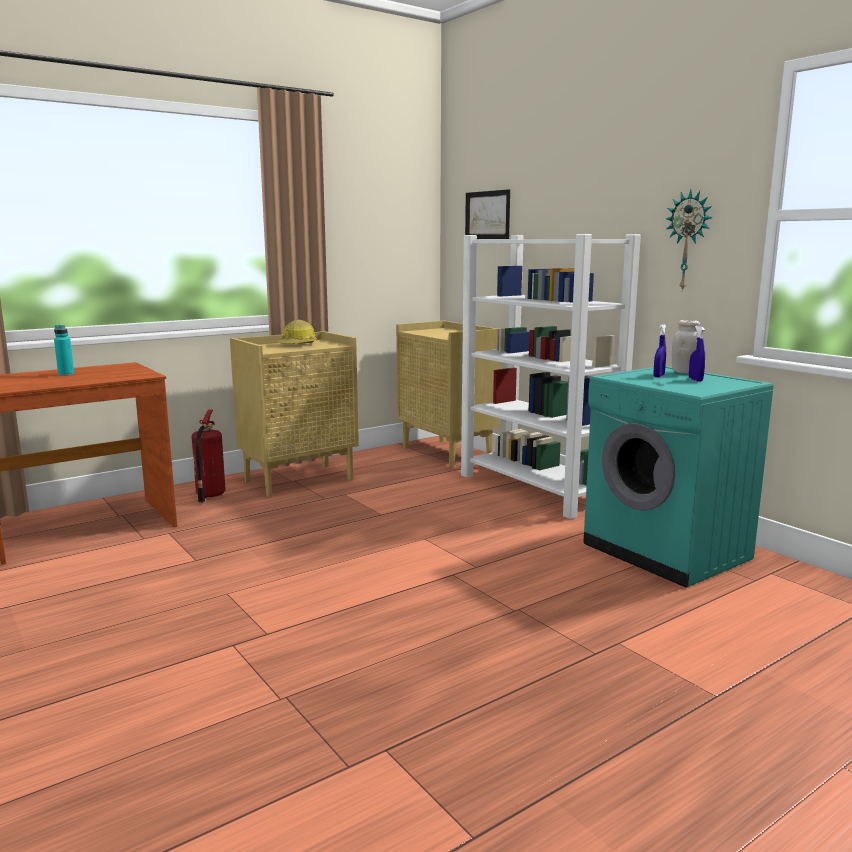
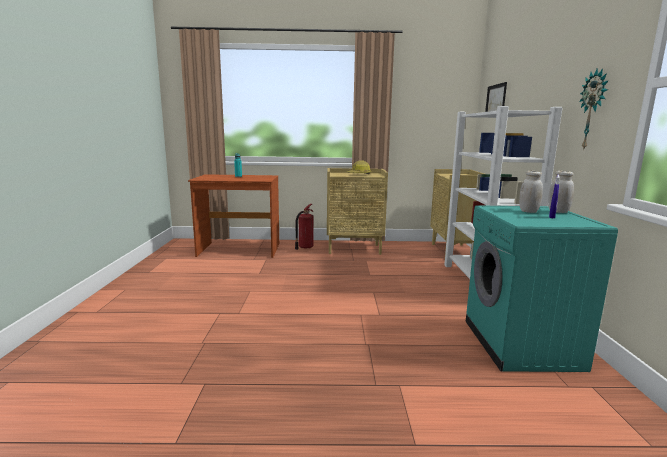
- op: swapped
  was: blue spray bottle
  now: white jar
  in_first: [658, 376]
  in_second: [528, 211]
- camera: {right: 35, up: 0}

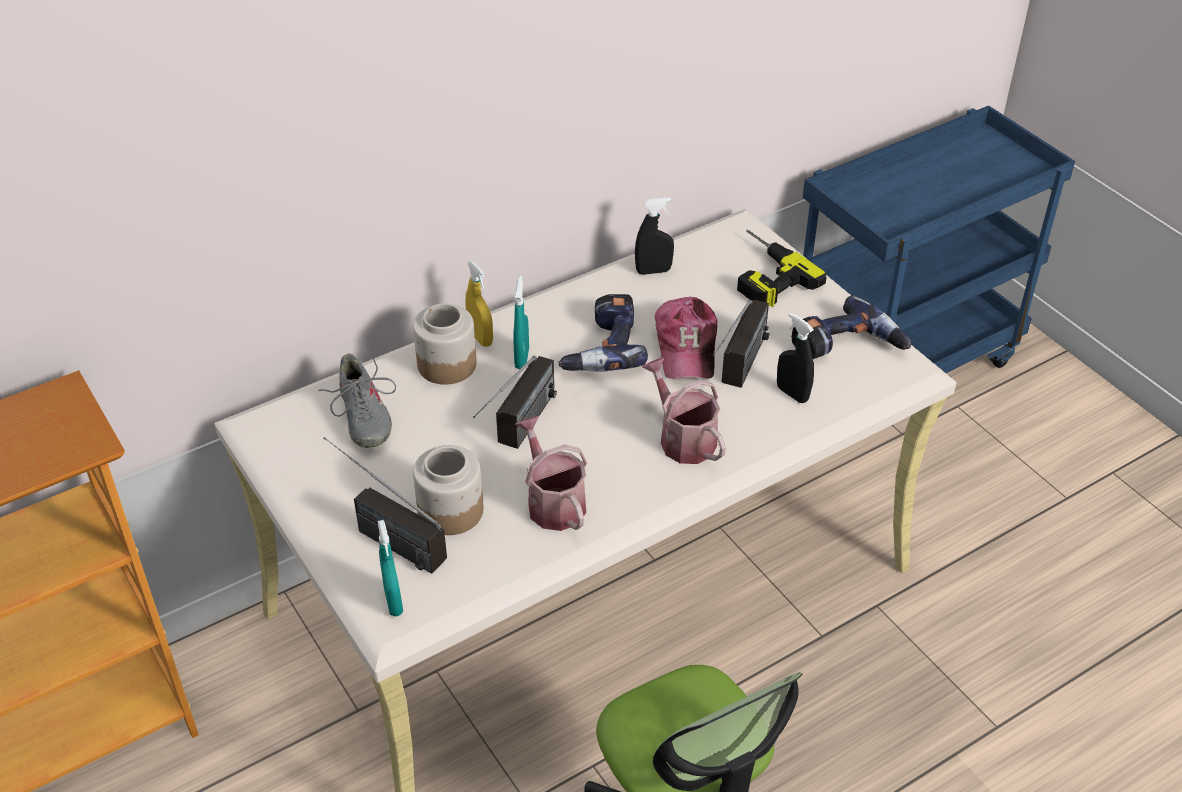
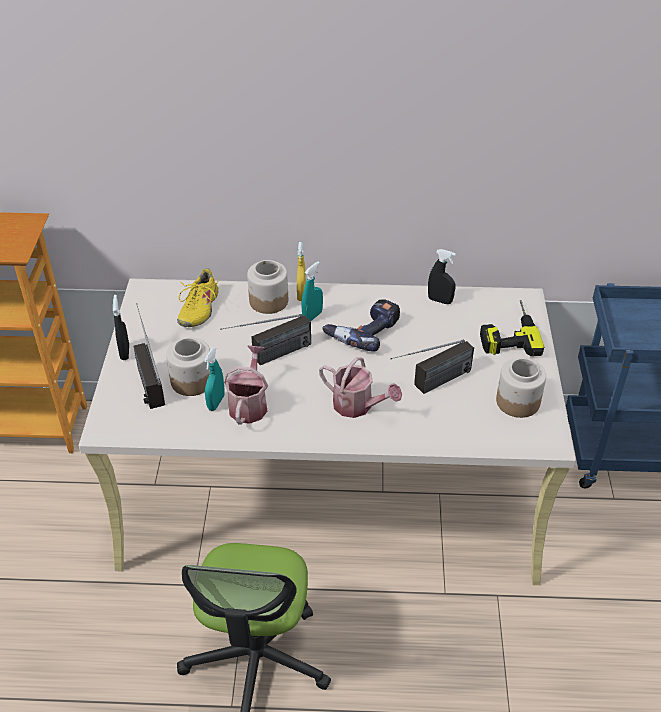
- op: gone
  was: cap
  in_first: [686, 347]
- op: shifted
  was: turquoise spray bottle
  in_first: [393, 601]
  in_second: [216, 402]
- op: shifted
  was: black spray bottle
  in_first: [792, 394]
  in_second: [125, 352]
- op: swapped
  was: power drill
  now: jar
  in_first: [847, 347]
  in_second: [517, 402]
- op: repainted
  was: grey shoe
  now: yellow shoe
  in_first: [363, 417]
  in_second: [198, 309]
- op: rotated
  was: watering can
  in_first: [683, 438]
  in_second: [358, 406]
  clockwise: 120
- camera: {right: 35, up: 0}

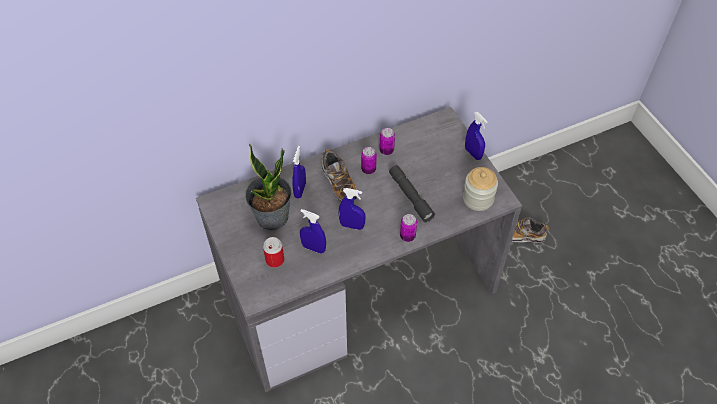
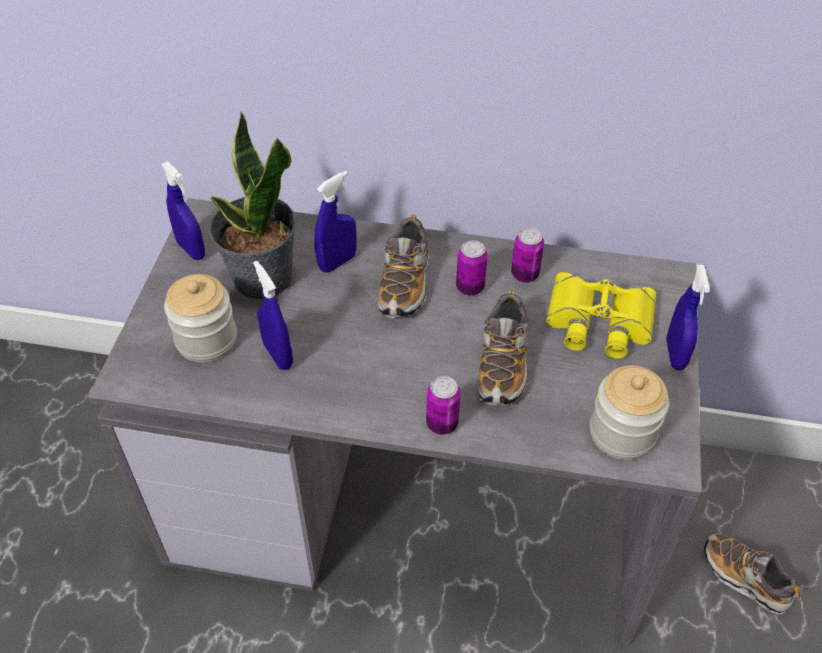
- op: new
  now: yellow binoculars
  in_second: [598, 323]
- op: shifted
  was: blue spray bottle
  in_first: [352, 225]
  in_second: [191, 249]
- op: swapped
  was: can
  now: jar
  in_first: [275, 260]
  in_second: [206, 340]
- op: swapped
  was: grey flashlight
  now: shoe
  in_first: [410, 196]
  in_second: [503, 364]
- camera: {right: 35, up: -5}

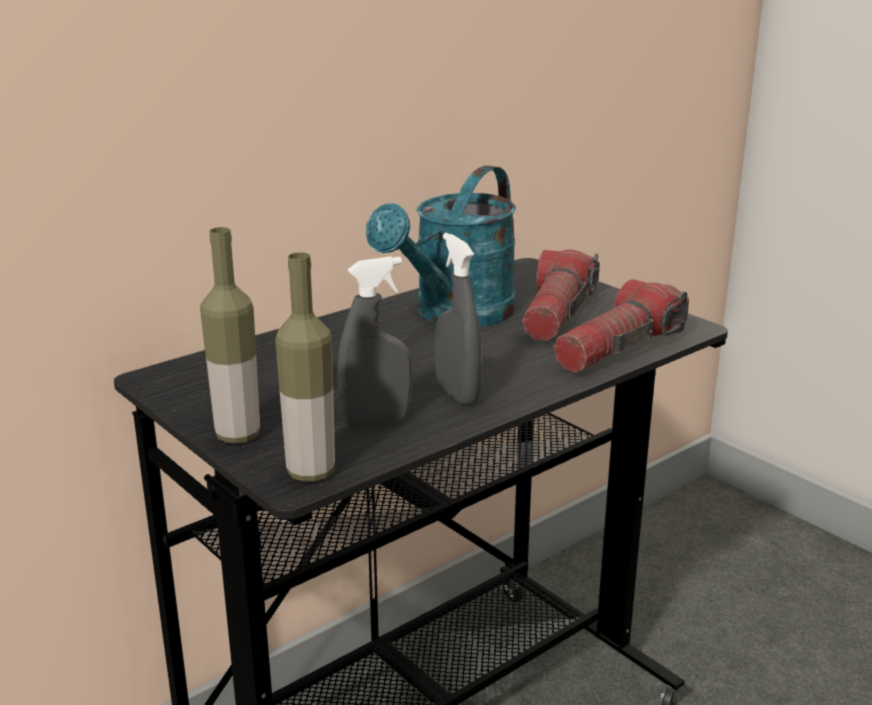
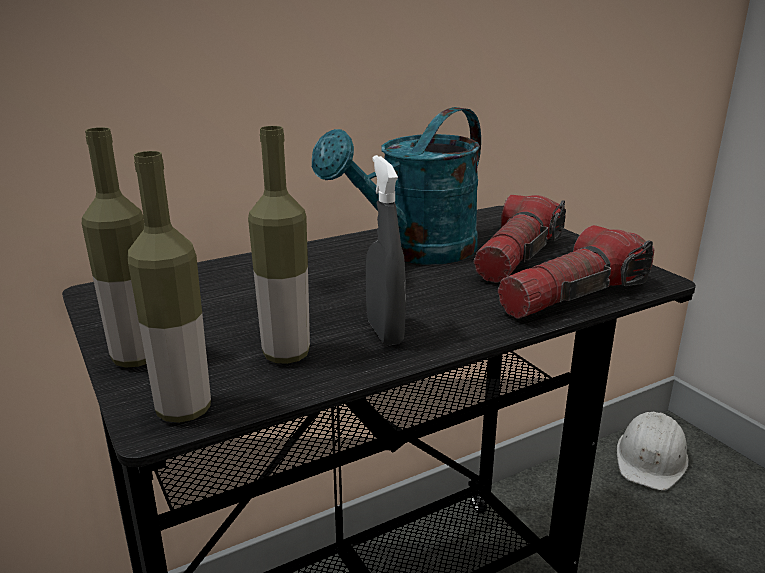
- op: new
  now: white hard hat
  in_second: [651, 459]
- op: swapped
  was: grey spray bottle
  now: bottle
  in_first: [376, 421]
  in_second: [286, 354]
- camera: {right: 10, up: 0}

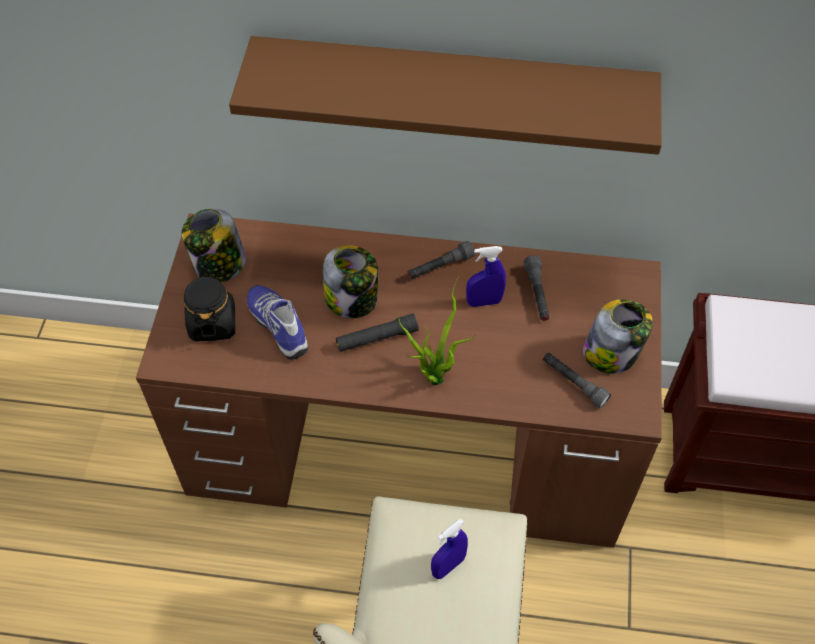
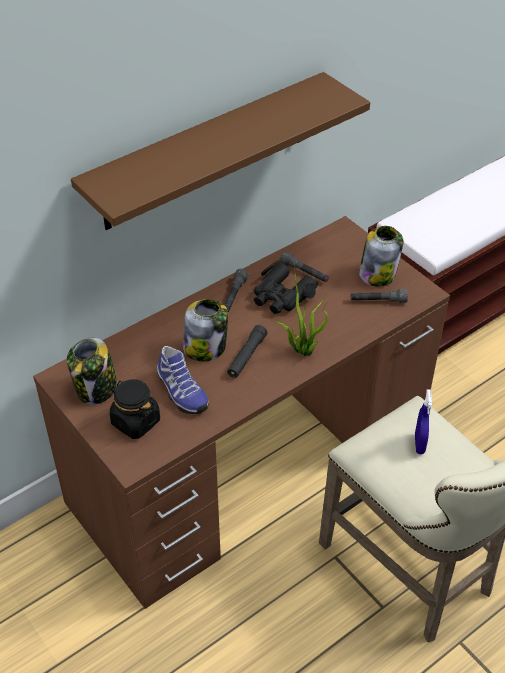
- op: swapped
  was: blue spray bottle
  now: black binoculars
  in_first: [484, 302]
  in_second: [281, 296]
- op: rotated
  was: shoe
  in_first: [280, 326]
  in_second: [180, 392]
  clockwise: -135
- camera: {right: -45, up: -10}

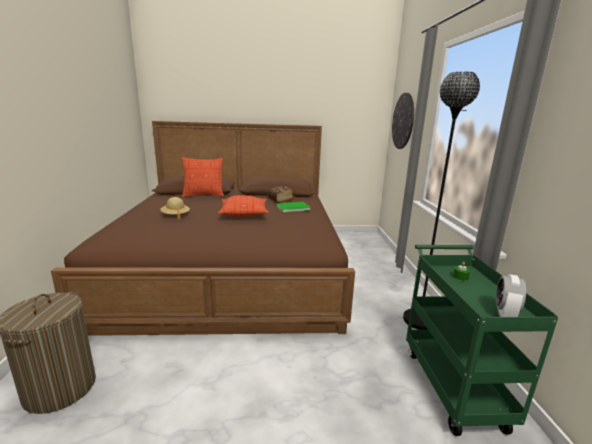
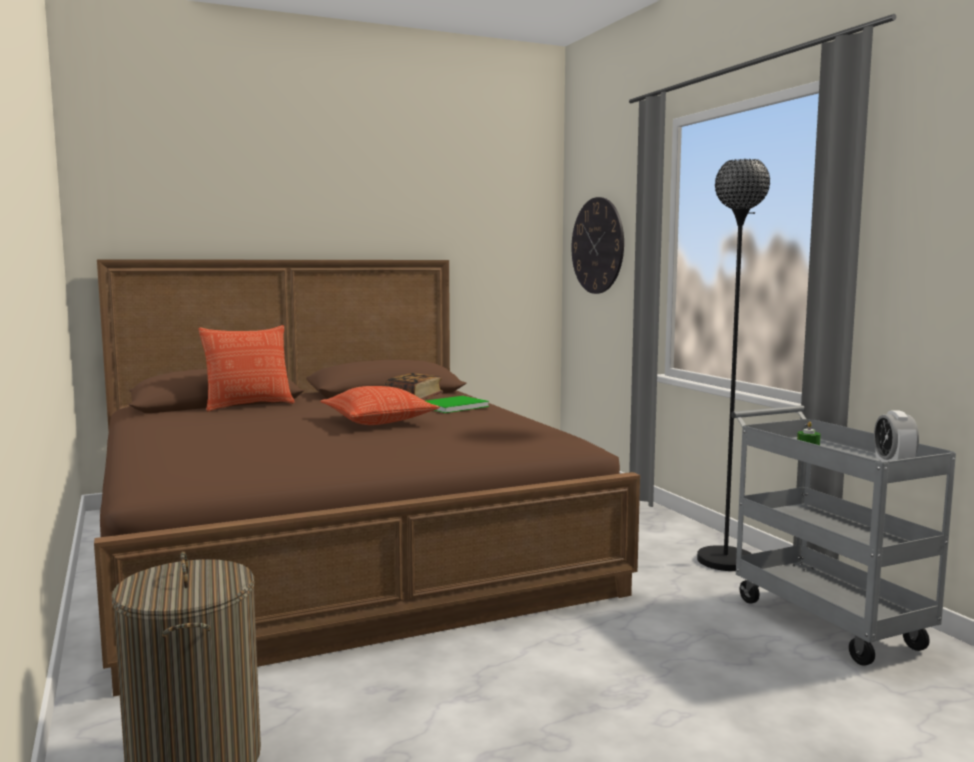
- op: gone
  was: beige hat
  in_first: [175, 216]
- op: repainted
  was: green cart
  now: grey cart
  in_first: [450, 387]
  in_second: [823, 623]
- camera: {right: -20, up: -10}

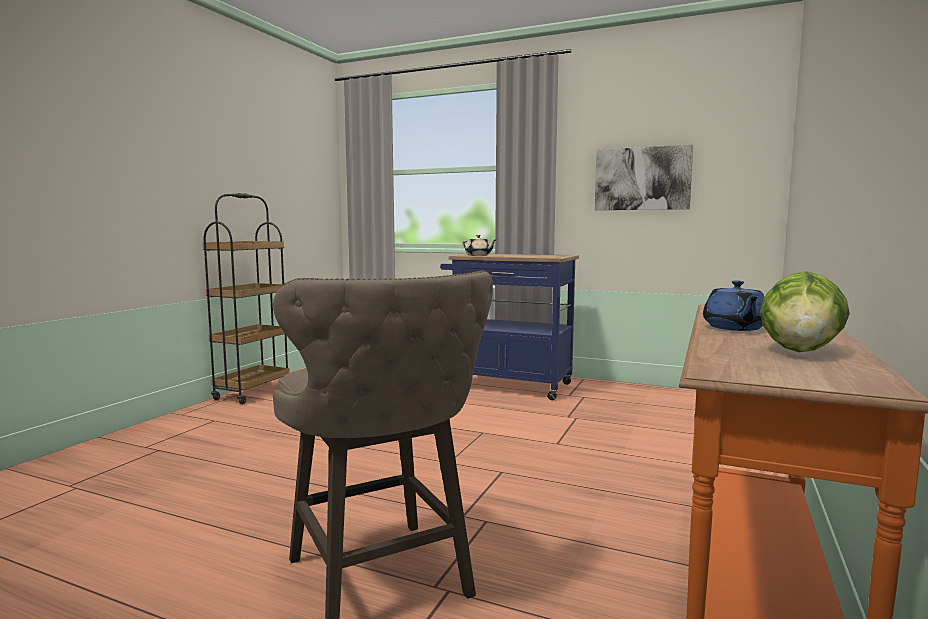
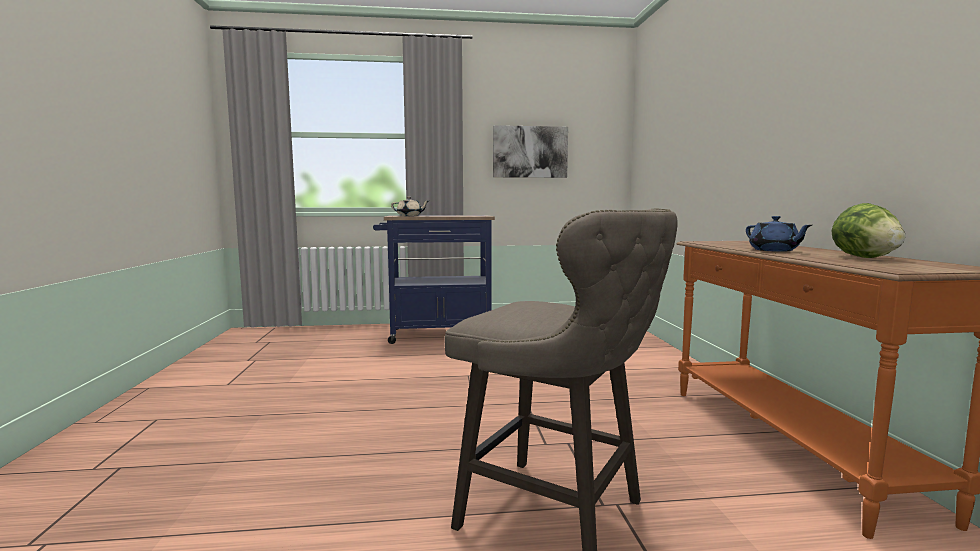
- op: gone
  was: brown cart
  in_first: [253, 393]
- camera: {right: -30, up: 0}

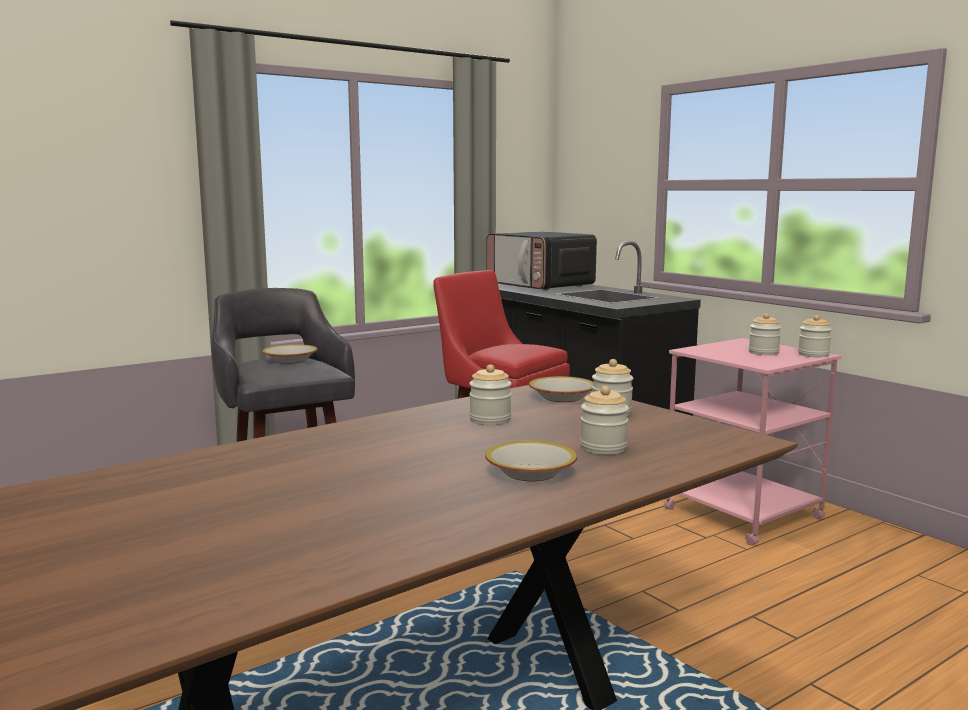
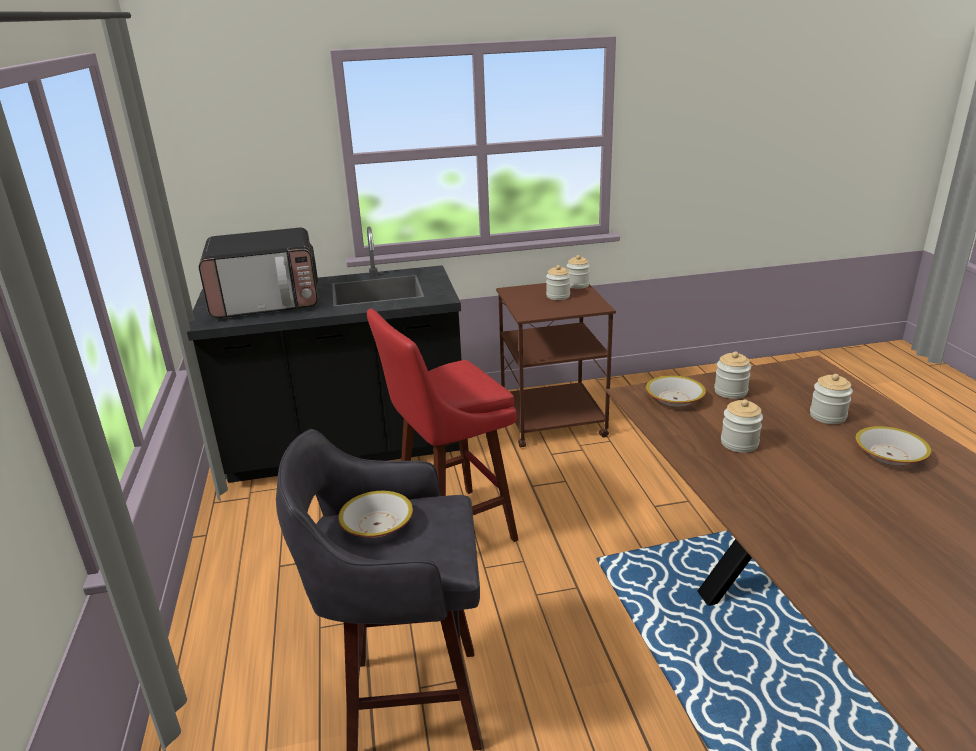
- op: repainted
  was: pink cart
  now: brown cart
  in_first: [744, 514]
  in_second: [554, 420]
- camera: {right: -65, up: 15}

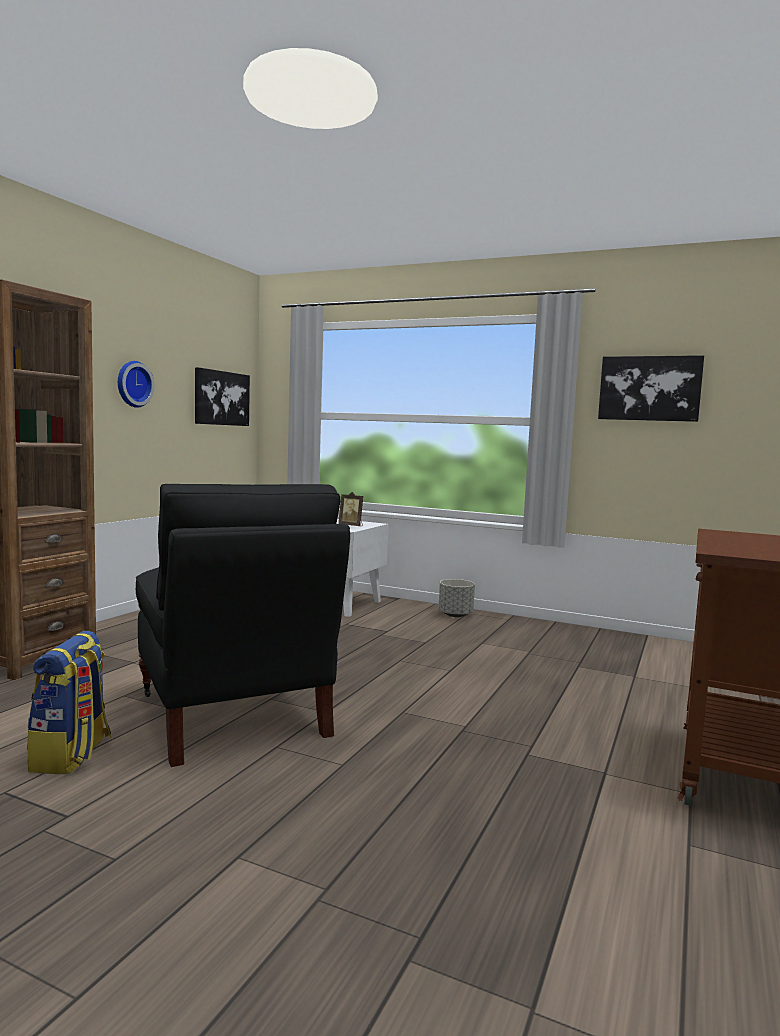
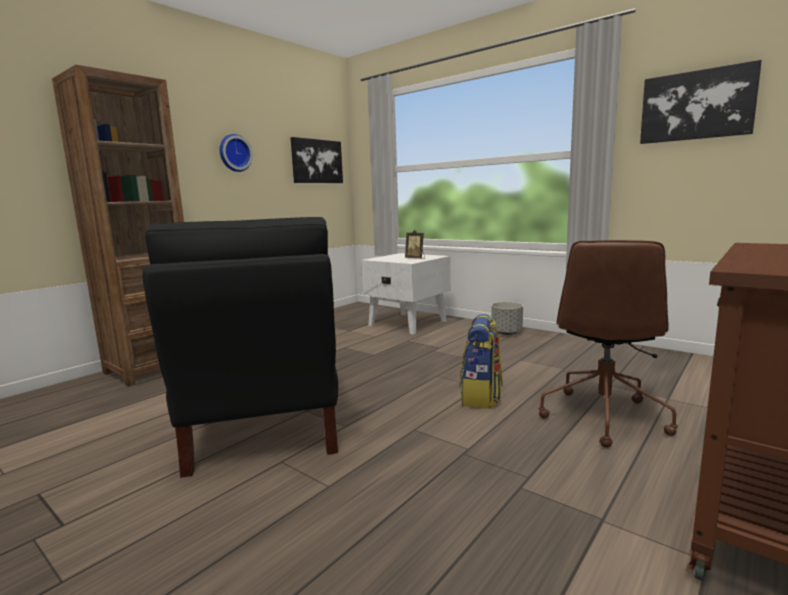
- op: new
  now: brown office chair
  in_second: [602, 415]
- op: shifted
  was: backpack
  in_first: [72, 755]
  in_second: [481, 397]
- camera: {right: 15, up: 5}

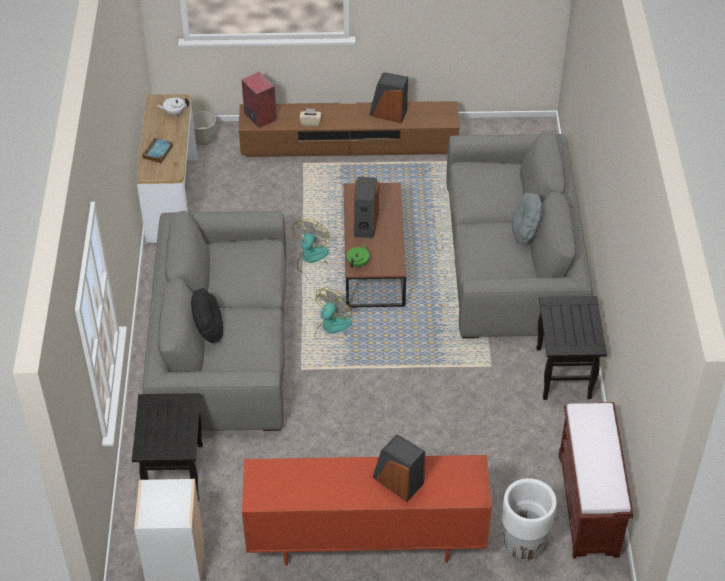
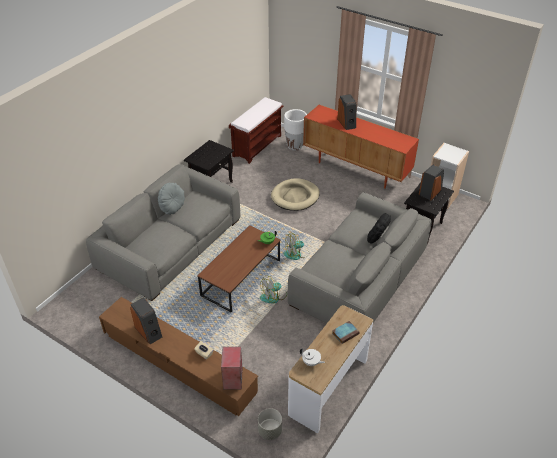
- op: new
  now: beige dog bed
  in_second: [295, 196]
- op: shifted
  was: speaker
  in_first: [365, 224]
  in_second: [430, 192]
- camera: {right: -145, up: -5}

